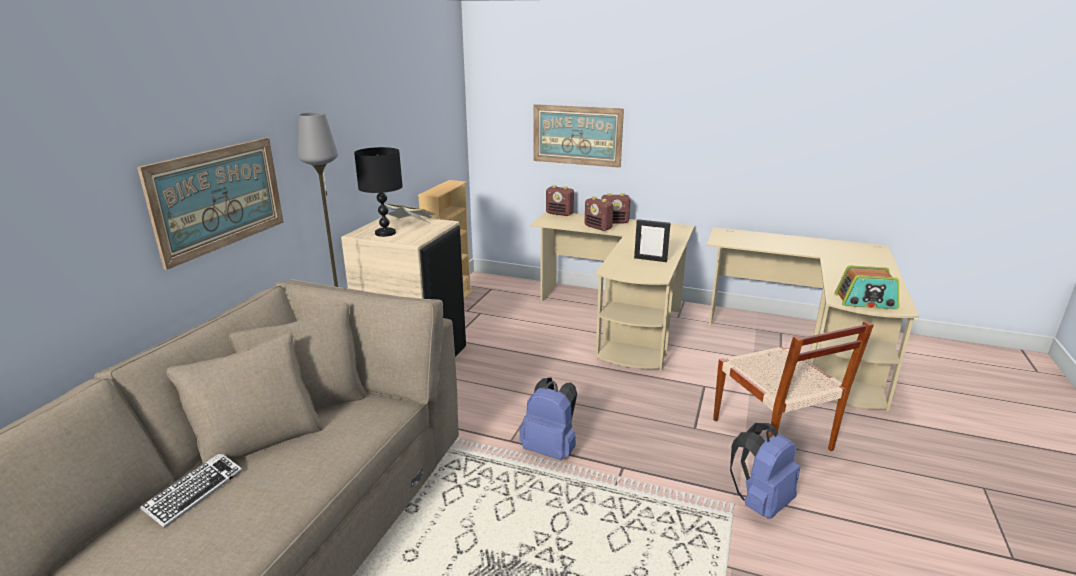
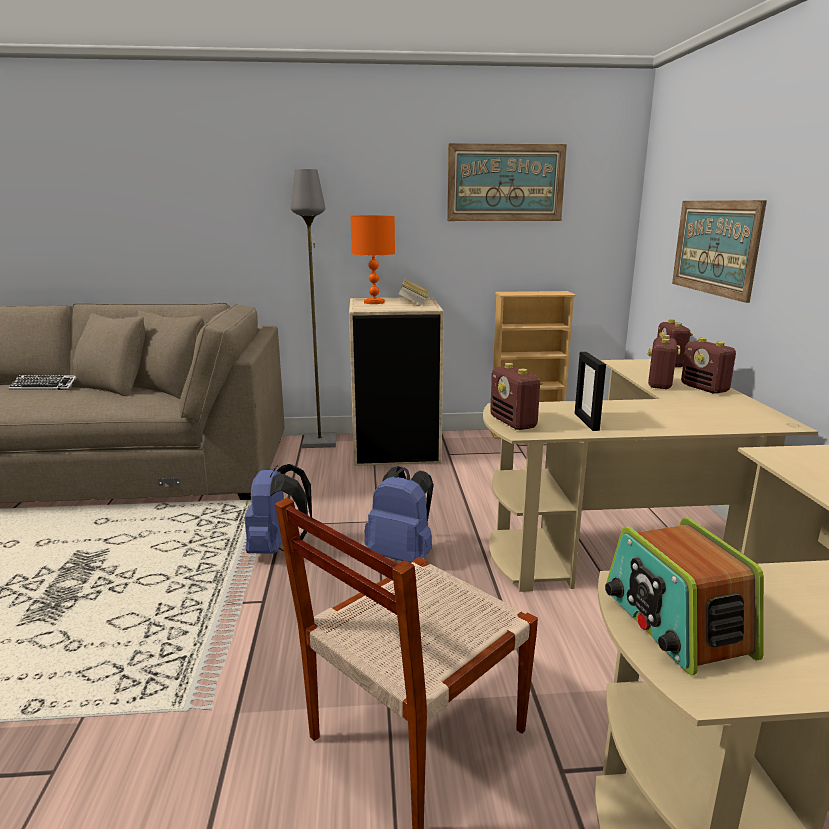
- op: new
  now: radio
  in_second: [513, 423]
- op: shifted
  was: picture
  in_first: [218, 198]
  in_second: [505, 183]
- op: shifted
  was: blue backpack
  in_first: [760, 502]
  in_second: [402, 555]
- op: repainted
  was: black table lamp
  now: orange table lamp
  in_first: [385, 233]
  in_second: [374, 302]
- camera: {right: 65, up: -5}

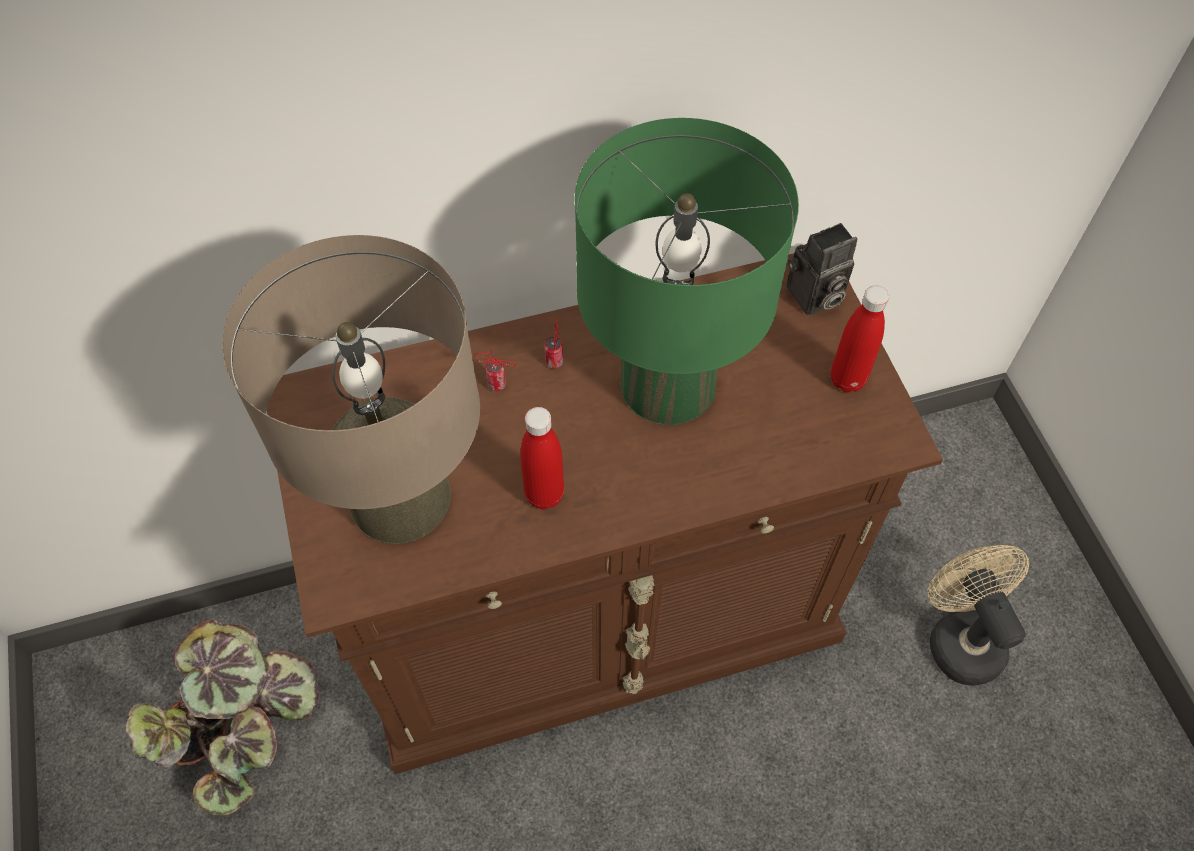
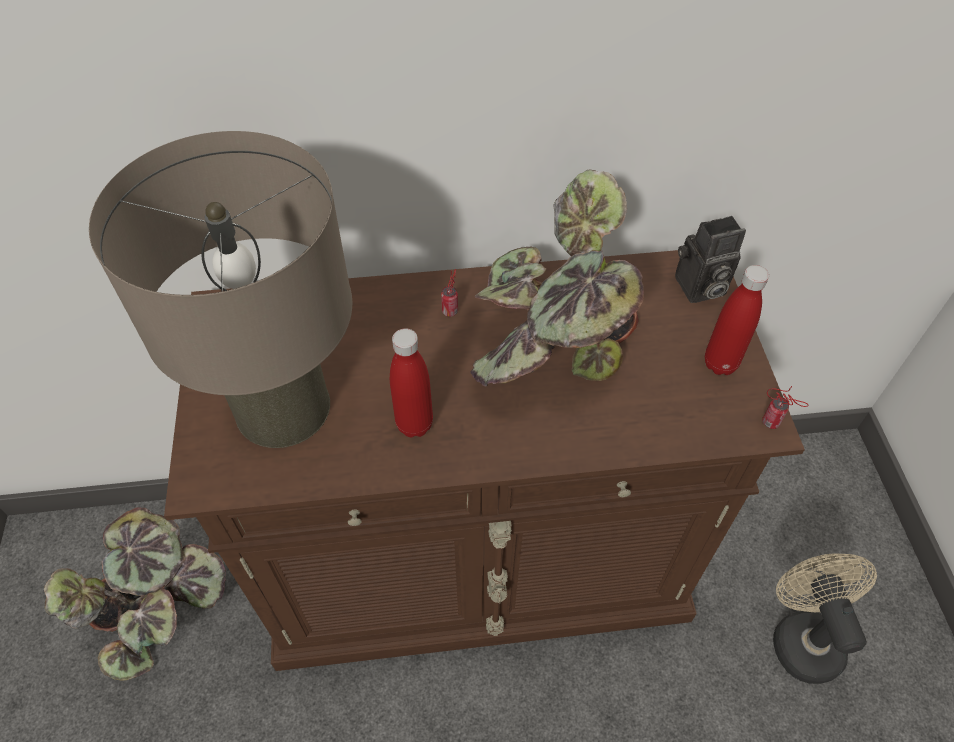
- op: shifted
  was: can
  in_first: [499, 385]
  in_second: [773, 423]
- op: swapped
  was: green table lamp
  now: potted plant
  in_first: [668, 384]
  in_second: [549, 344]
- camera: {right: 10, up: -5}

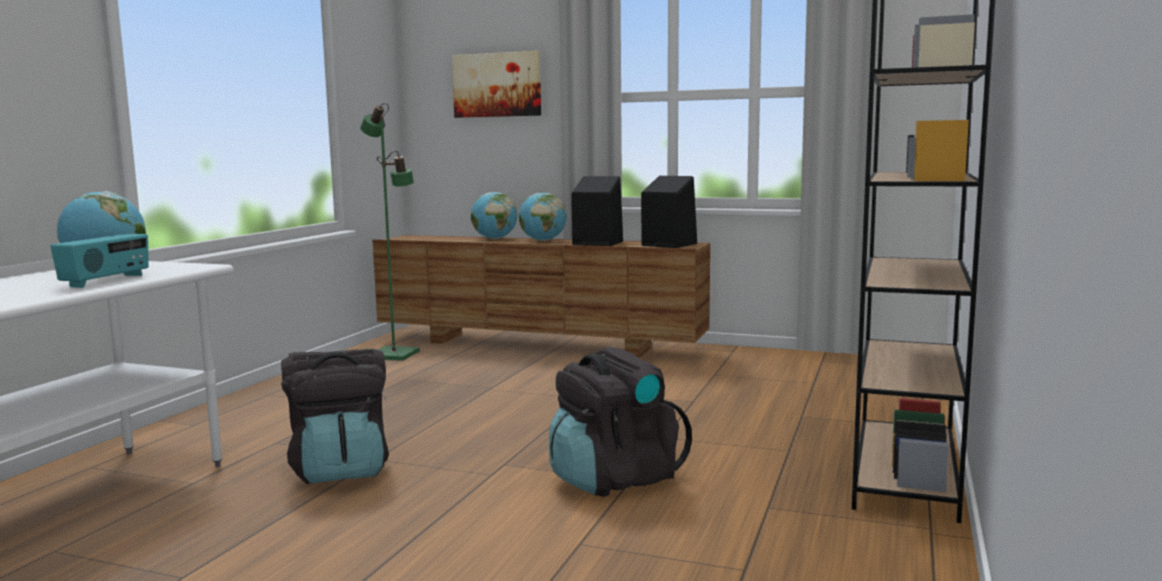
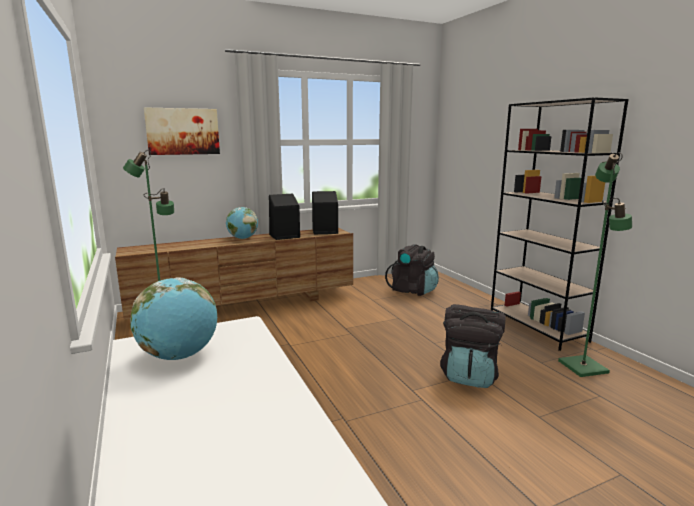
- op: gone
  was: radio
  in_first: [107, 281]
- op: gone
  was: globe
  in_first: [494, 238]
- op: new
  now: green floor lamp
  in_second: [583, 367]
- op: shifted
  was: black backpack
  in_first: [340, 469]
  in_second: [413, 290]
- camera: {right: -45, up: 5}

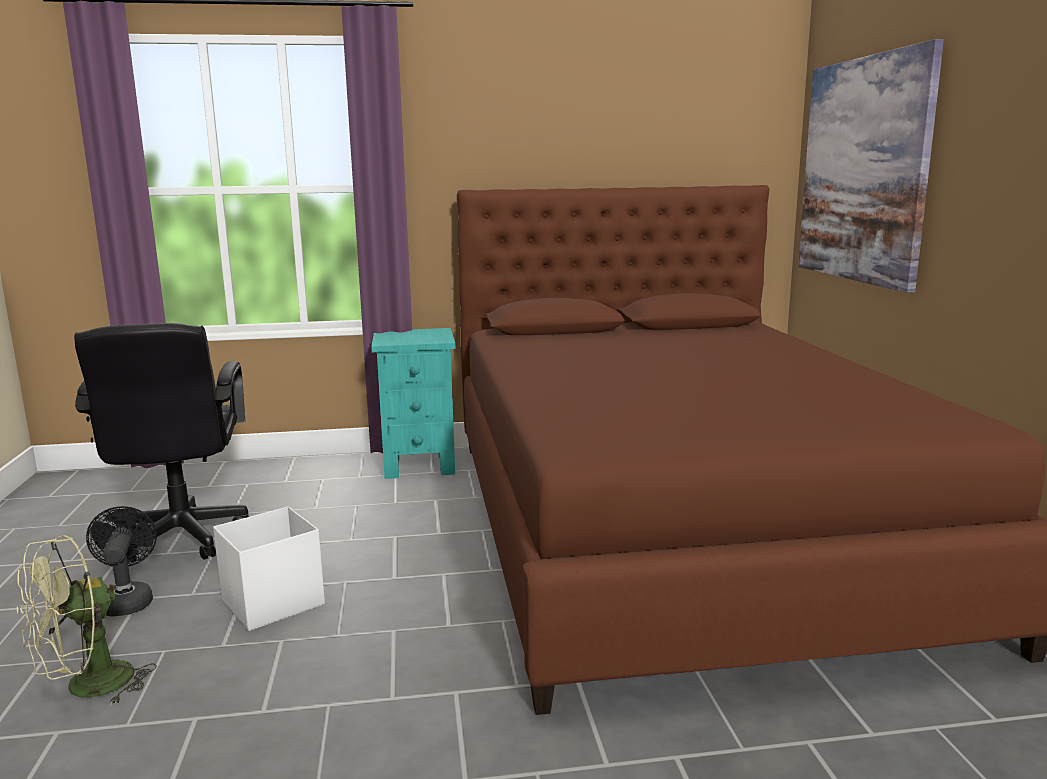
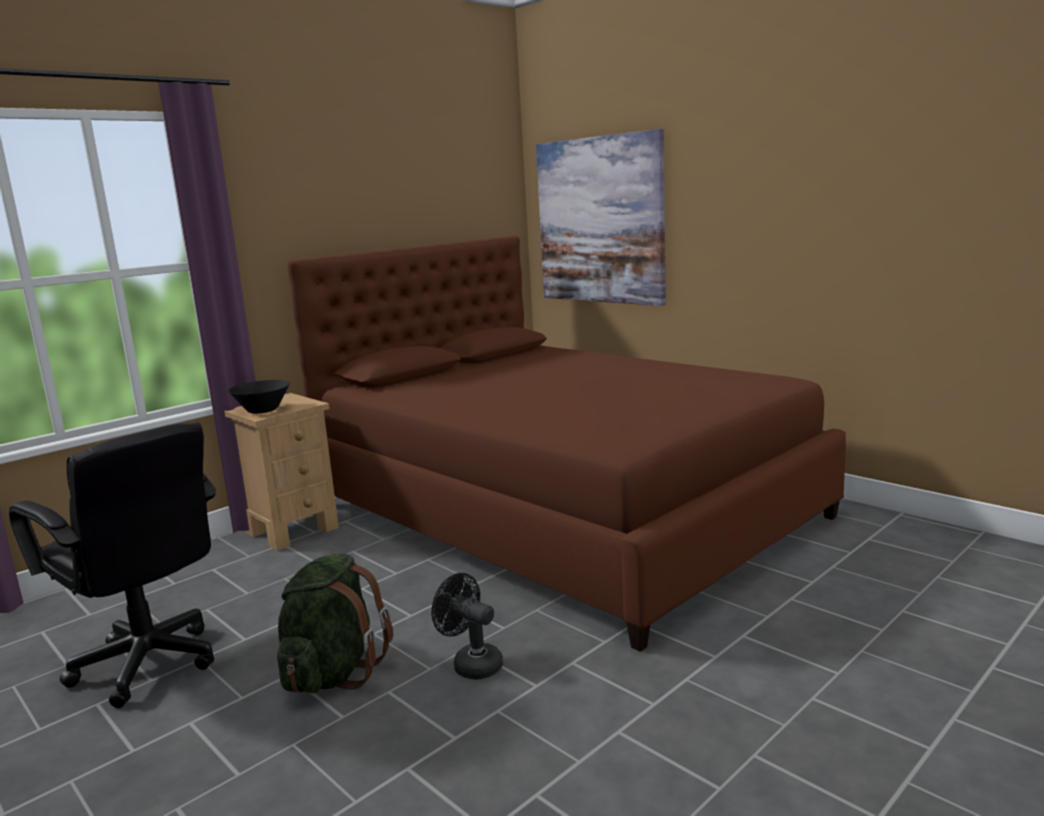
- op: gone
  was: green fan
  in_first: [87, 688]
- op: new
  now: black bowl
  in_second: [263, 410]
- op: shifted
  was: black fan
  in_first: [127, 600]
  in_second: [471, 663]
- op: swapped
  was: white storage box
  now: green backpack
  in_first: [271, 603]
  in_second: [334, 672]
- op: repainted
  was: turquoise nightstand
  now: beige nightstand
  in_first: [420, 465]
  in_second: [293, 530]
- camera: {right: -35, up: 0}

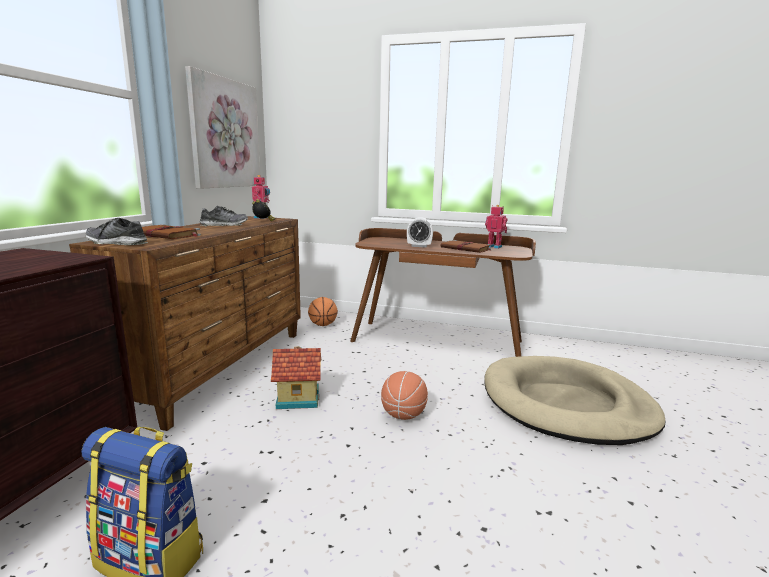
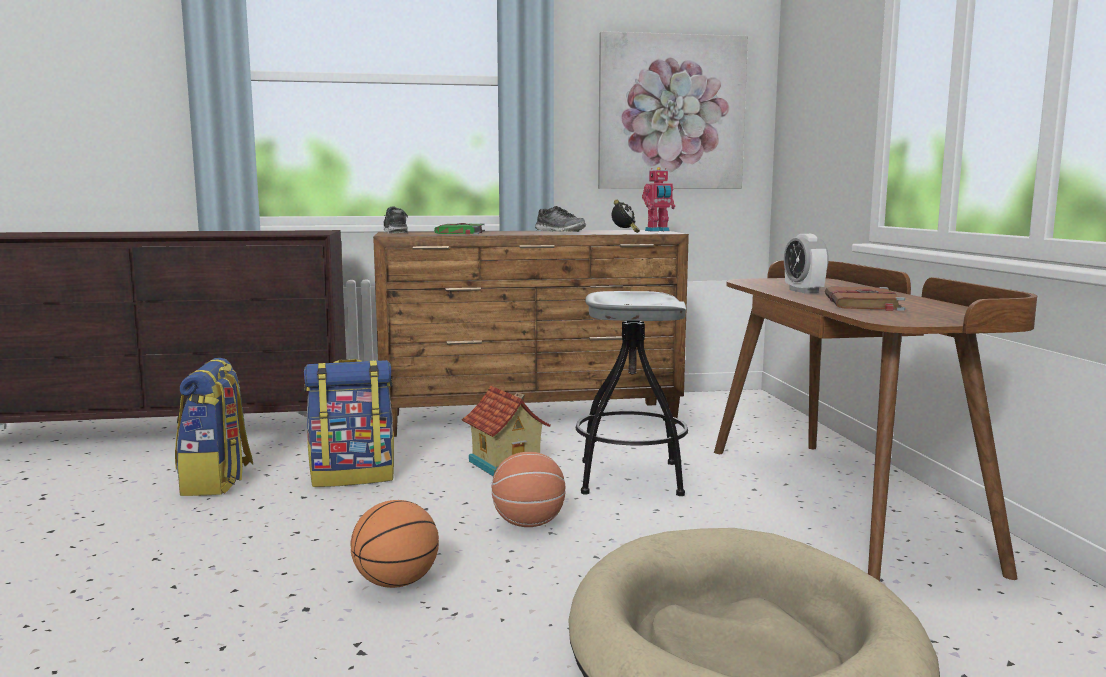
- op: gone
  was: toy robot
  in_first: [494, 247]
- op: new
  now: backpack
  in_second: [353, 476]
- op: new
  now: grey stool
  in_second: [630, 477]
- op: shifted
  was: basketball
  in_first: [323, 325]
  in_second: [396, 583]
- op: repainted
  was: brown book
  now: green book
  in_first: [166, 235]
  in_second: [460, 232]
- camera: {right: 65, up: -5}

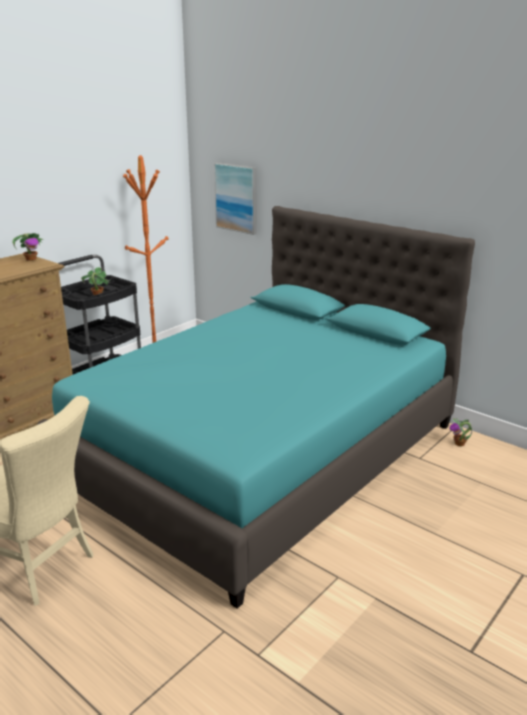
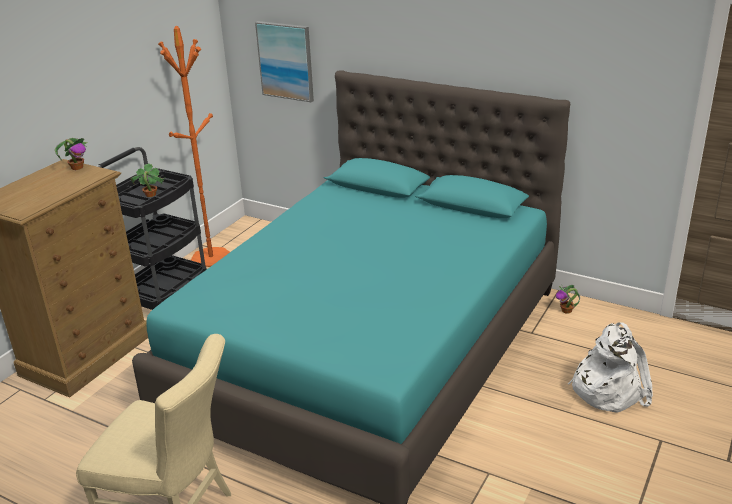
- op: new
  now: white backpack
  in_second: [607, 388]
- camera: {right: -10, up: 5}

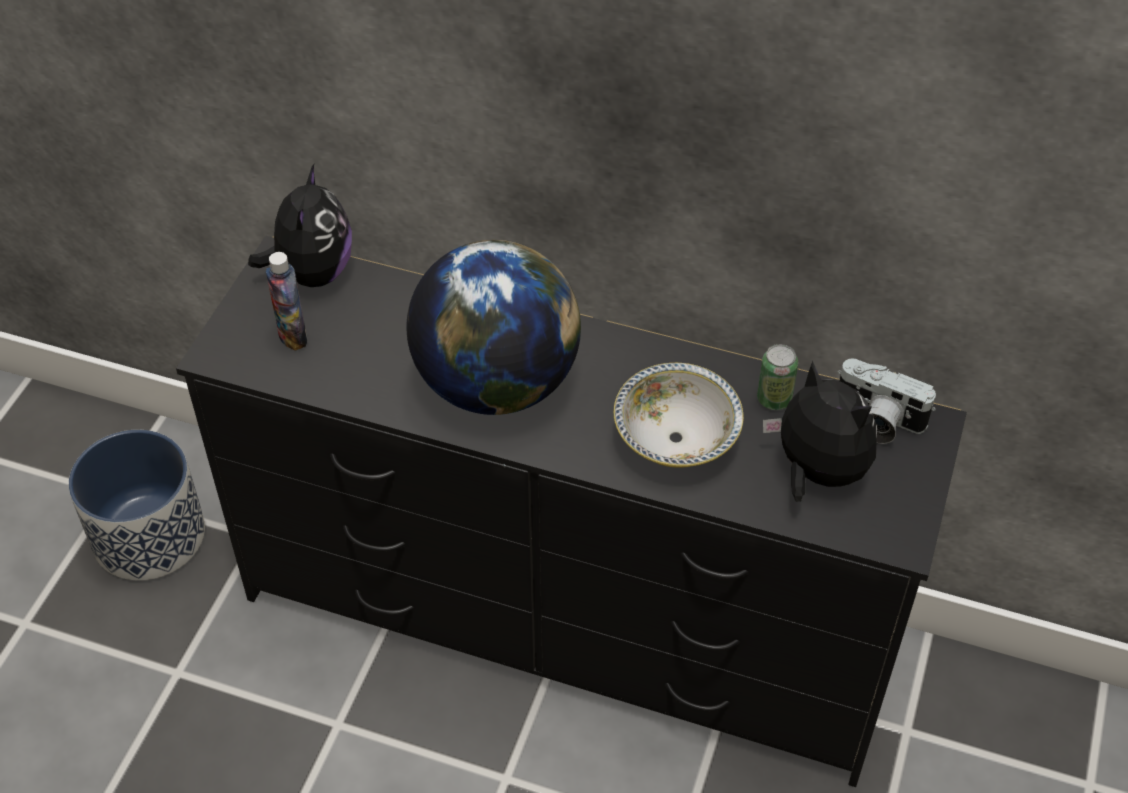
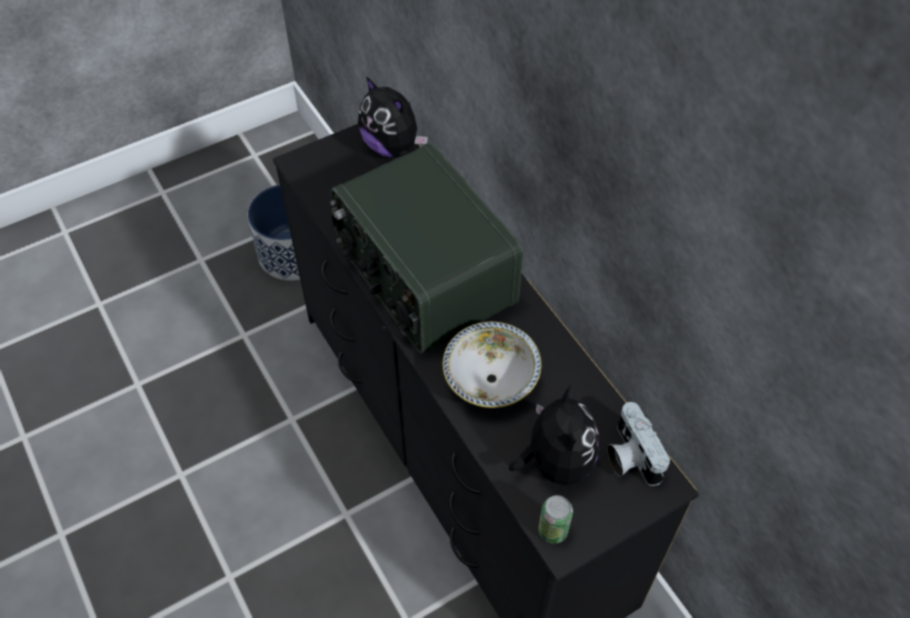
- op: gone
  was: bottle
  in_first: [292, 336]
- op: shifted
  was: can
  in_first: [774, 399]
  in_second: [553, 530]
- op: swapped
  was: globe
  now: radio
  in_first: [497, 384]
  in_second: [424, 276]
- op: rotated
  was: plush toy
  in_first: [312, 272]
  in_second: [392, 146]
  clockwise: 90
- camera: {right: 40, up: 5}

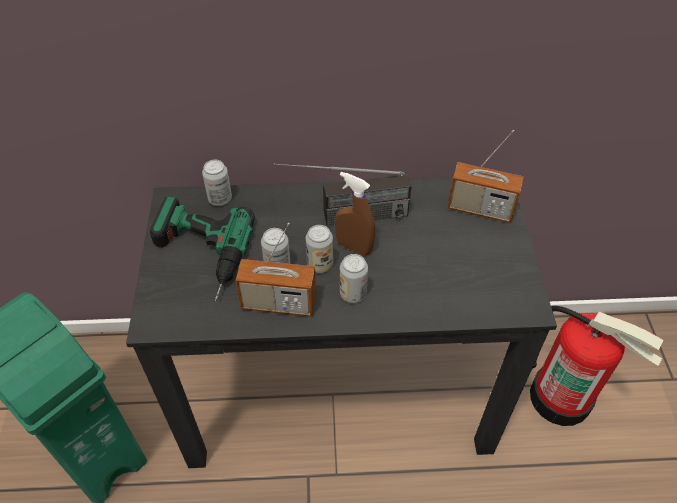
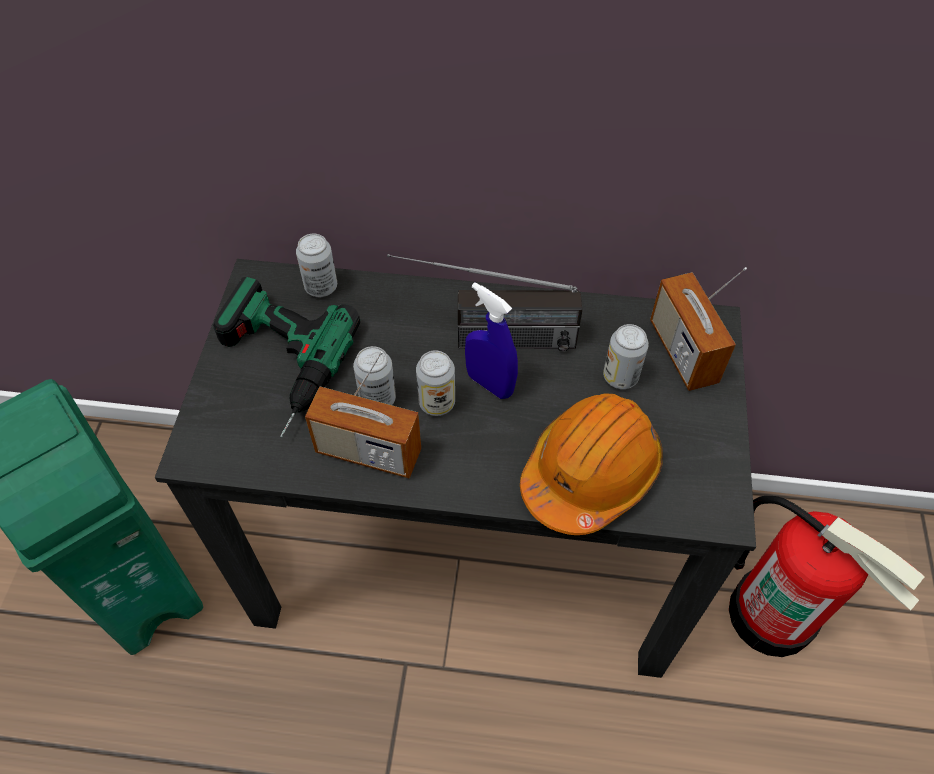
- op: new
  now: orange hard hat
  in_second: [590, 473]
- op: shifted
  was: can
  in_first: [353, 293]
  in_second: [620, 377]
- op: repainted
  was: brown spray bottle
  now: blue spray bottle
  in_first: [354, 247]
  in_second: [489, 384]
- op: rotated
  was: radio
  in_first: [480, 209]
  in_second: [683, 352]
  clockwise: 45
- camera: {right: 10, up: 5}

